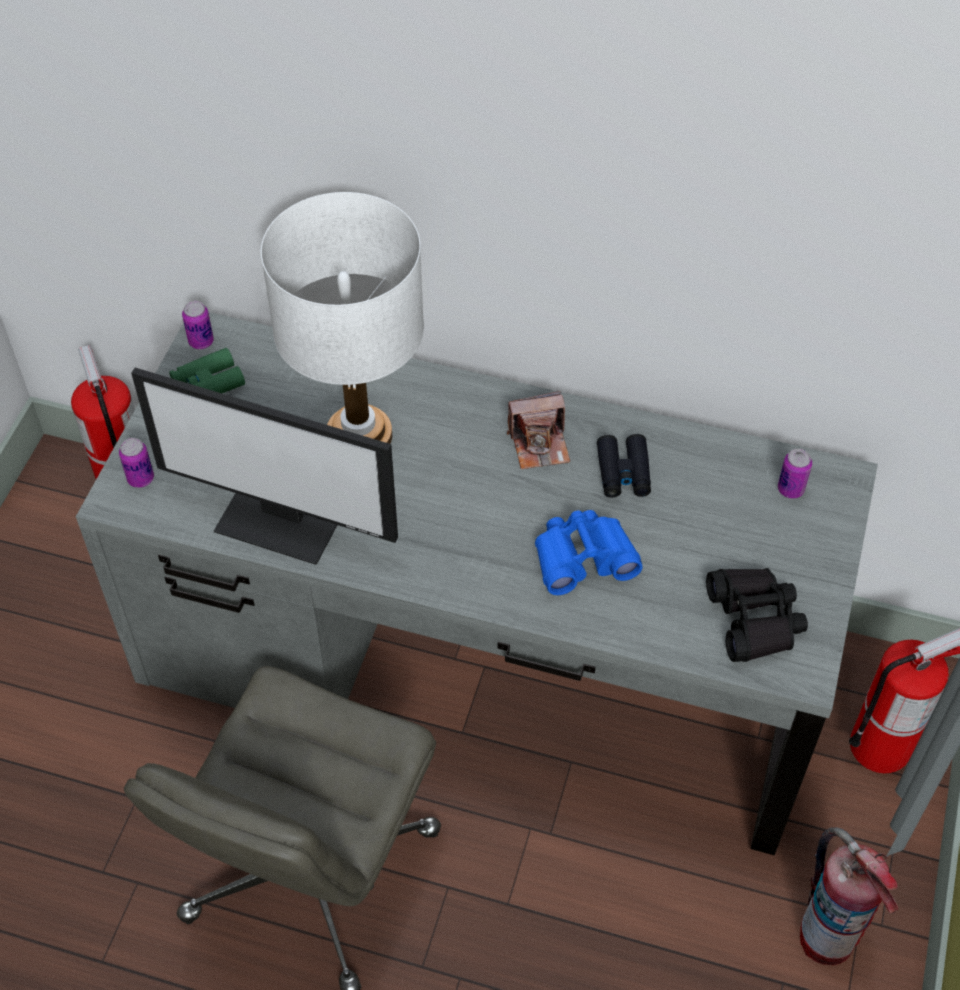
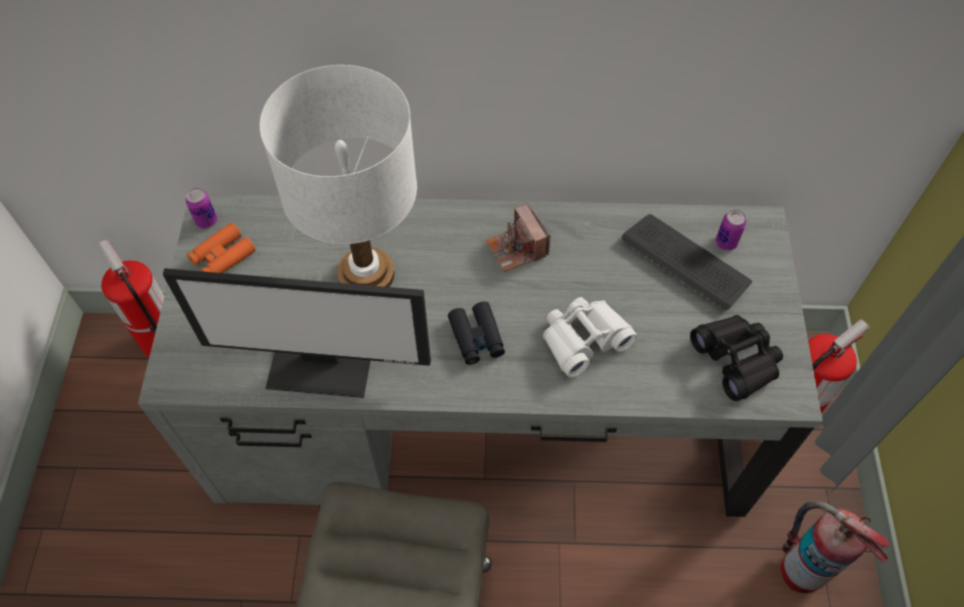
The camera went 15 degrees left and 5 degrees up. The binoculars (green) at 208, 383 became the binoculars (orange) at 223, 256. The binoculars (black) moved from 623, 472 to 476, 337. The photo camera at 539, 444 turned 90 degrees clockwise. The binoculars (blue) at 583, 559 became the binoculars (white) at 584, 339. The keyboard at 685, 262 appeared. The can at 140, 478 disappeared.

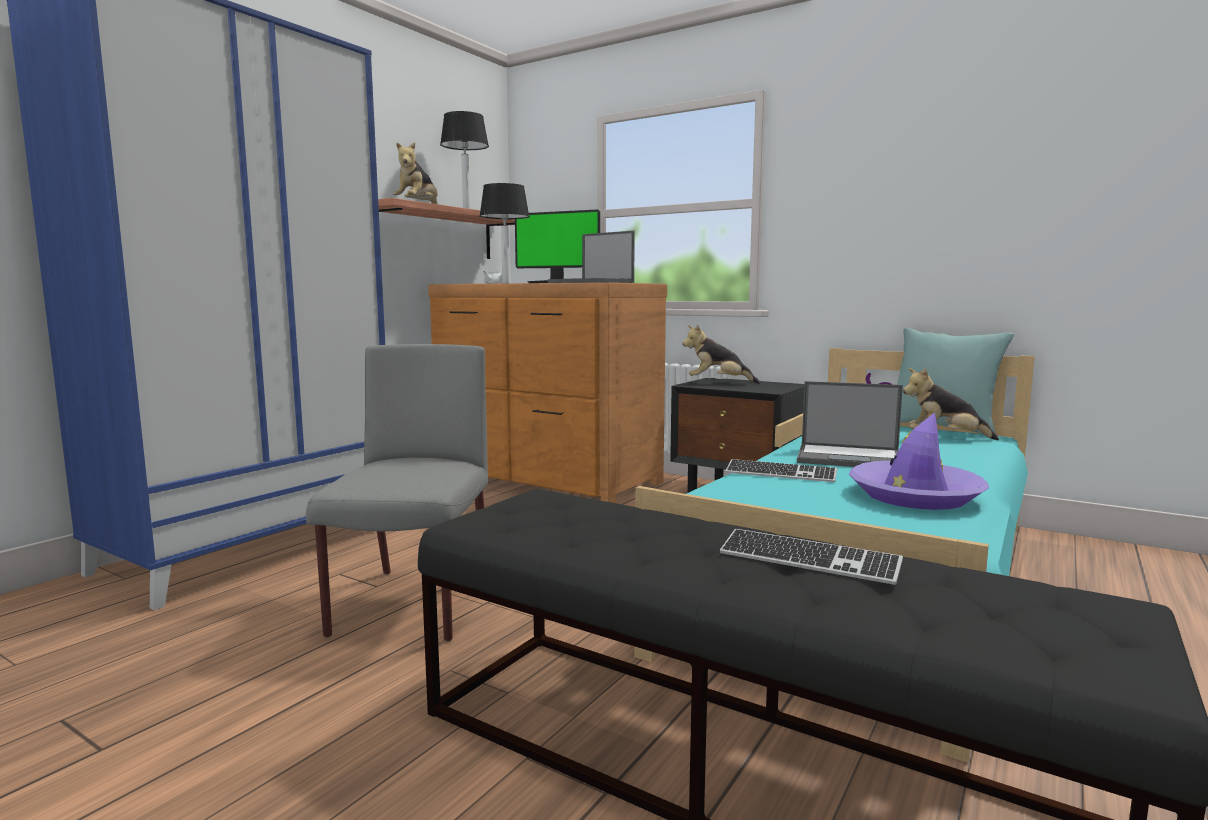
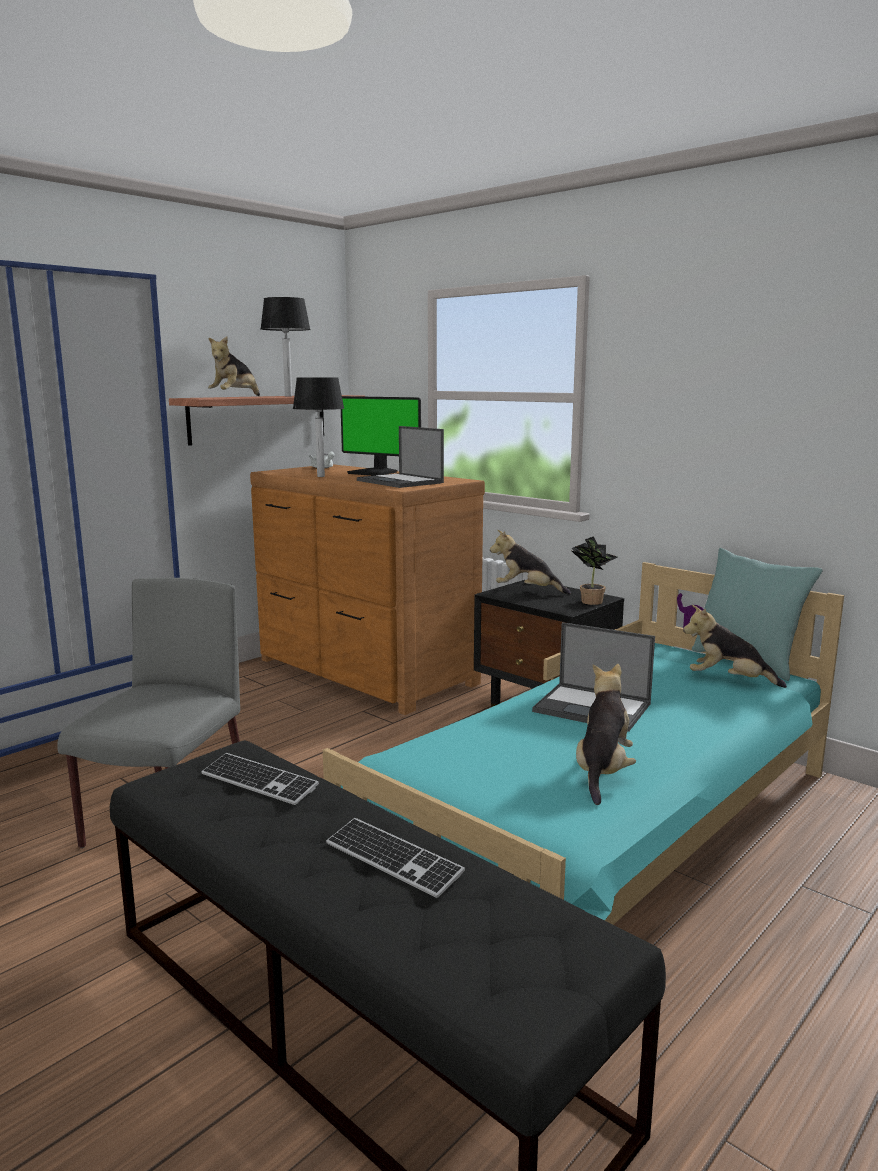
The camera went 10 degrees right and 5 degrees up. The keyboard moved from 780, 474 to 259, 781. The potted plant at 590, 601 appeared. The hat (purple) at 915, 496 was replaced by the plush toy at 602, 771.

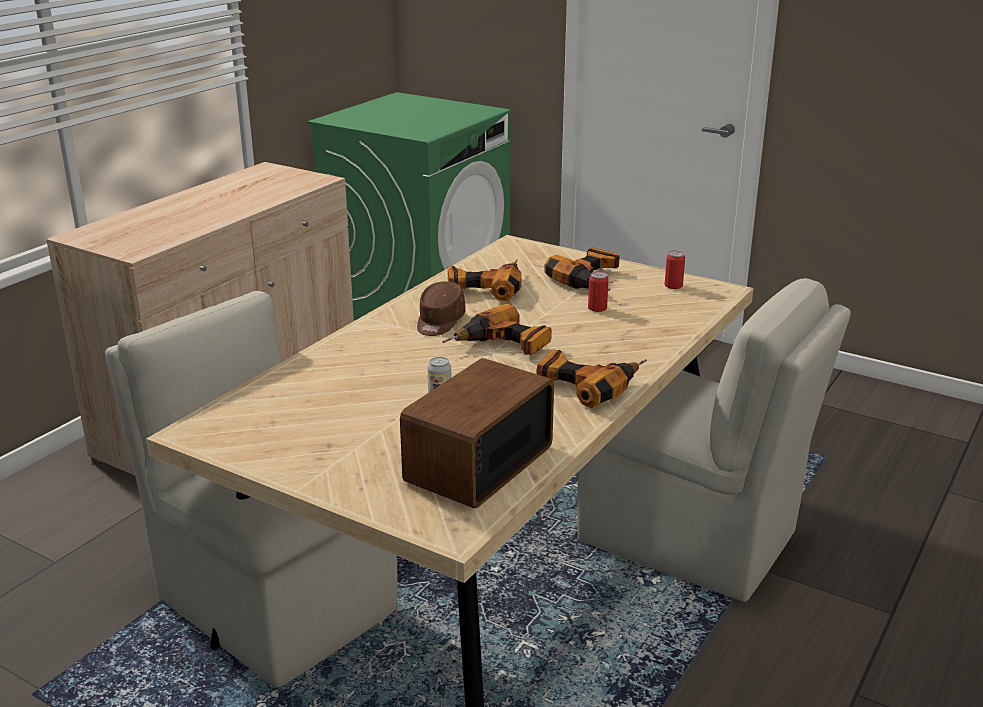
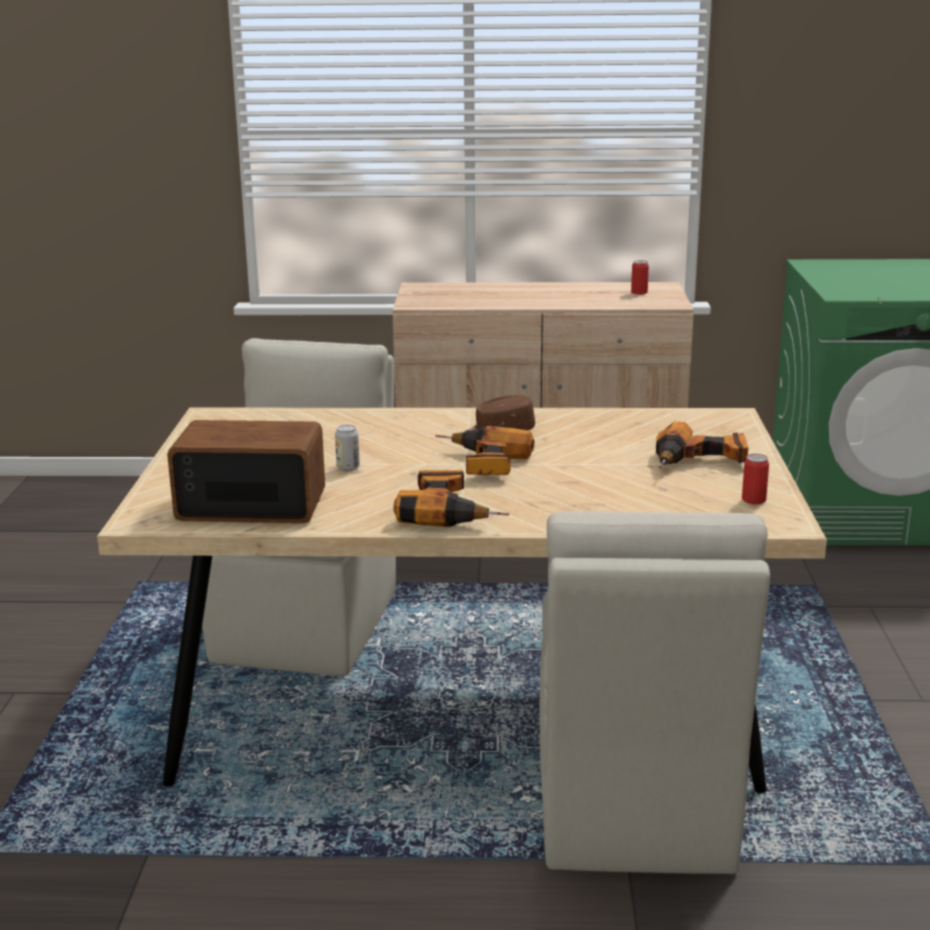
The camera went 60 degrees right and 5 degrees down. The can moved from 597, 308 to 639, 292. The power drill at 484, 287 disappeared.

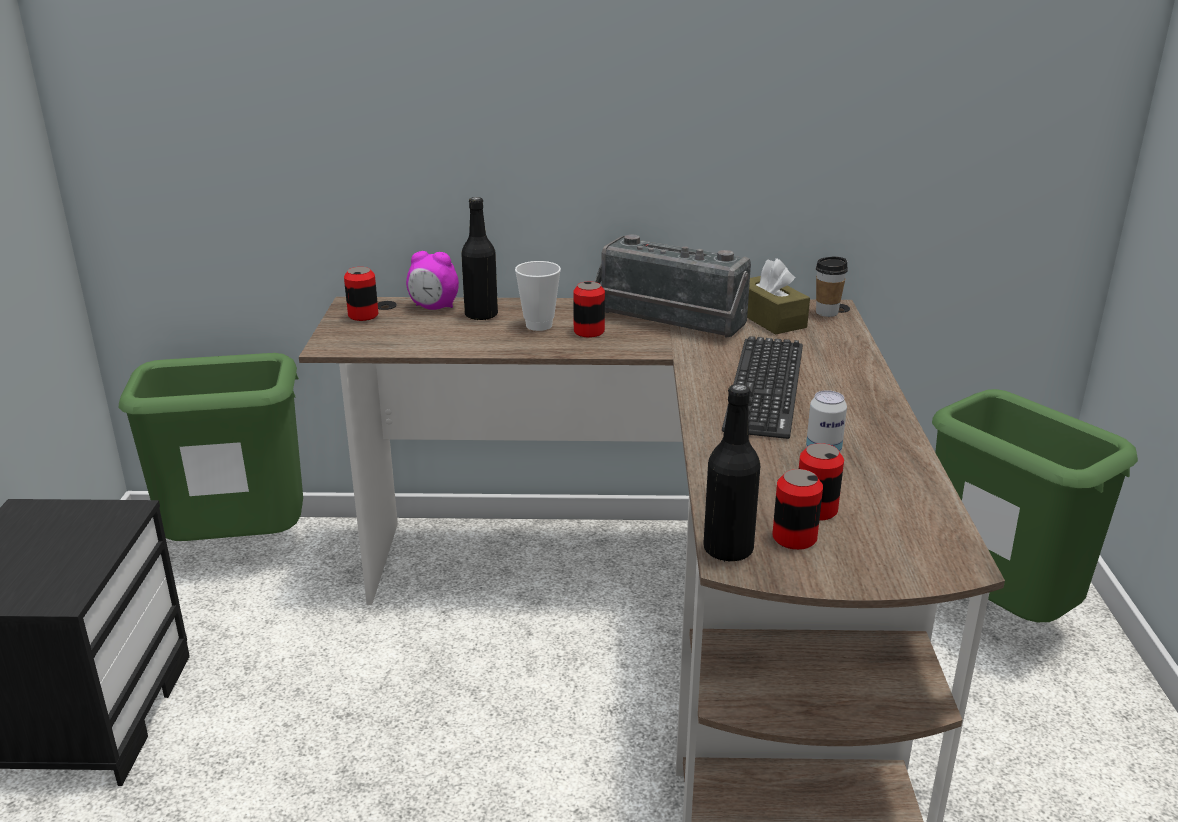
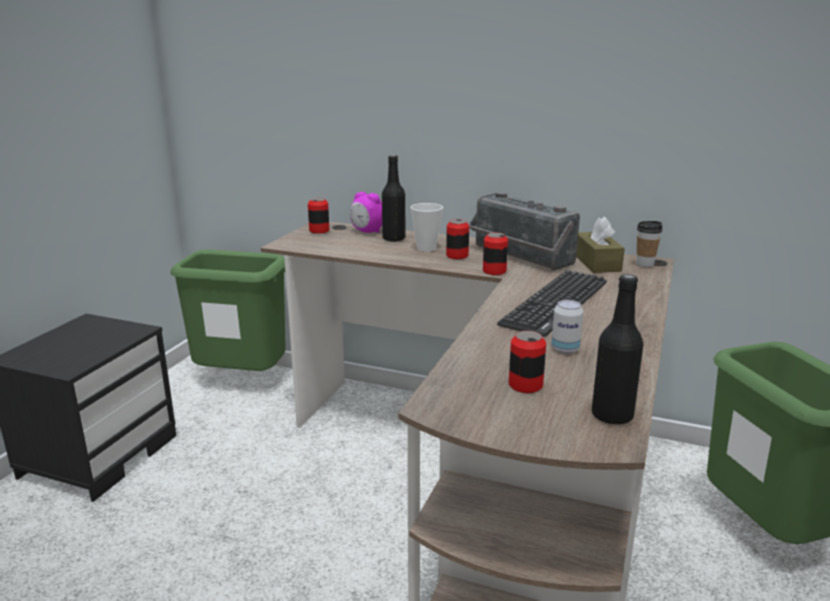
The camera went 20 degrees right and 5 degrees down. The can moved from 794, 538 to 494, 271. The bottle (black) moved from 728, 550 to 612, 415.

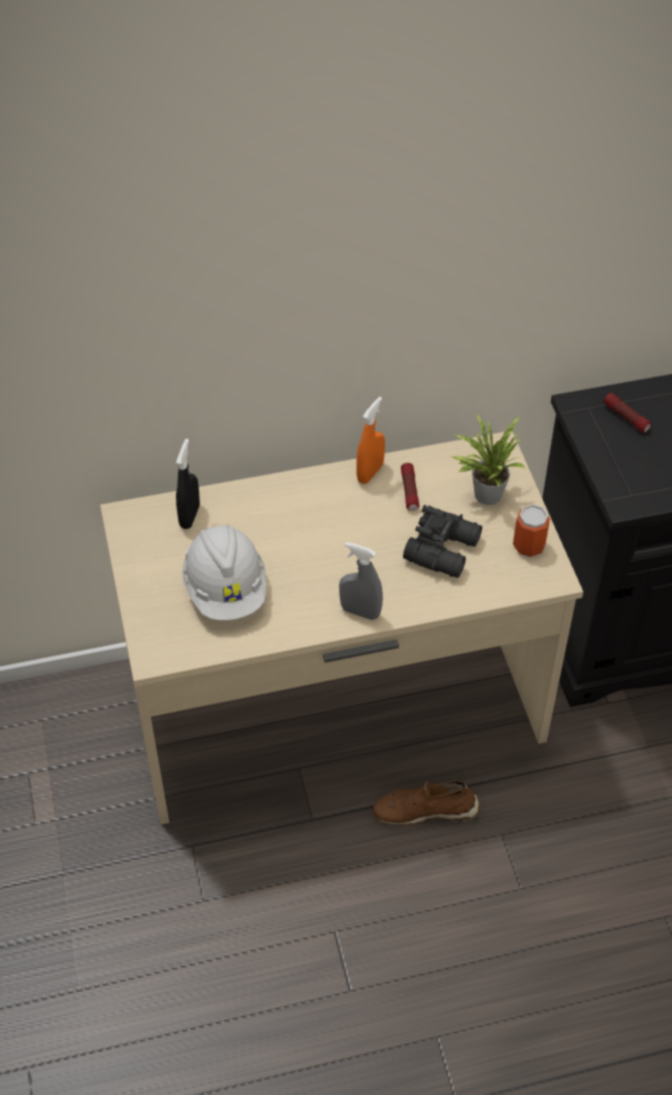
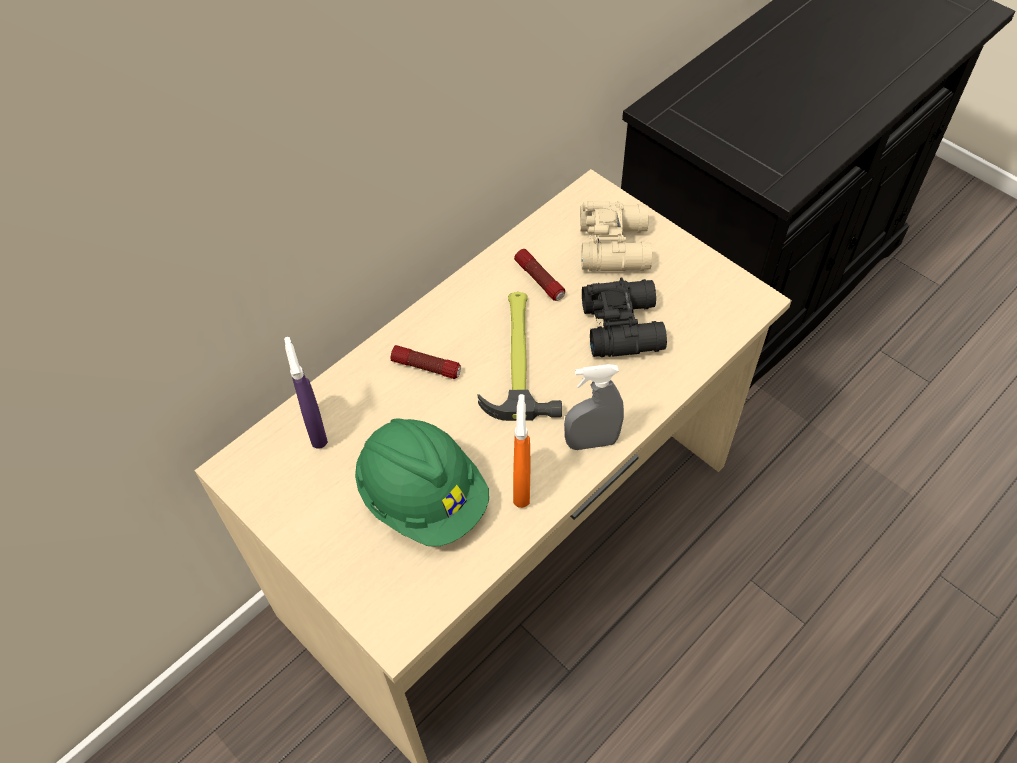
The camera went 30 degrees left and 5 degrees up. The spray bottle (black) at 189, 516 became the spray bottle (purple) at 316, 429. The hard hat (white) at 226, 590 became the hard hat (green) at 423, 497. The flashlight moved from 626, 417 to 426, 367. The hammer at 519, 357 appeared. The spray bottle (orange) moved from 370, 473 to 522, 486. The potted plant at 484, 493 was replaced by the binoculars (beige) at 616, 245. The shoe (brown) at 425, 810 disappeared. The can at 528, 546 disappeared.

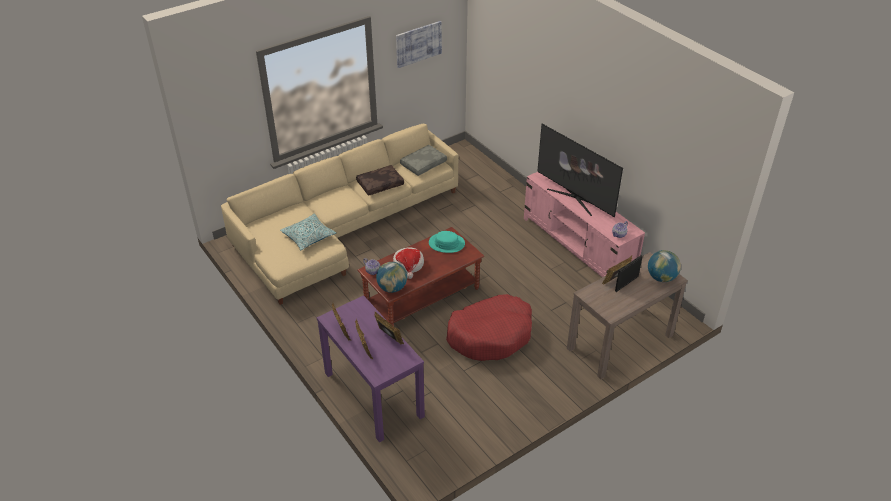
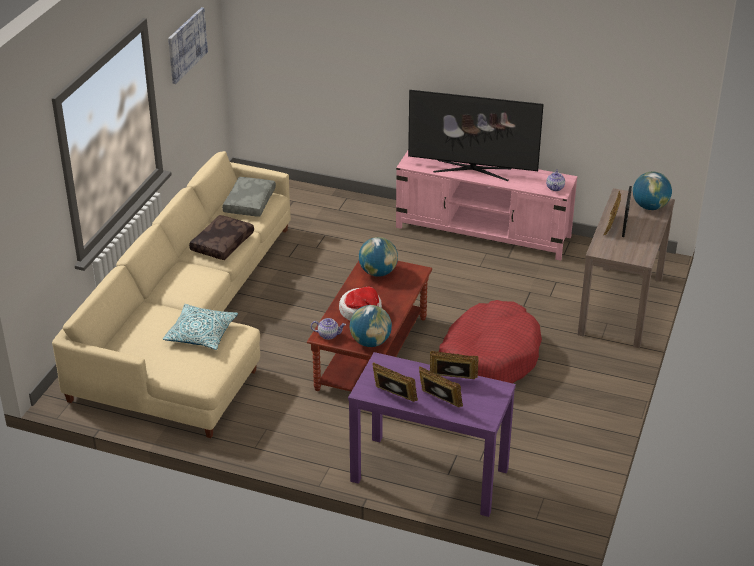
The camera went 35 degrees left and 5 degrees down. The hat (turquoise) at 446, 243 was replaced by the globe at 378, 272.

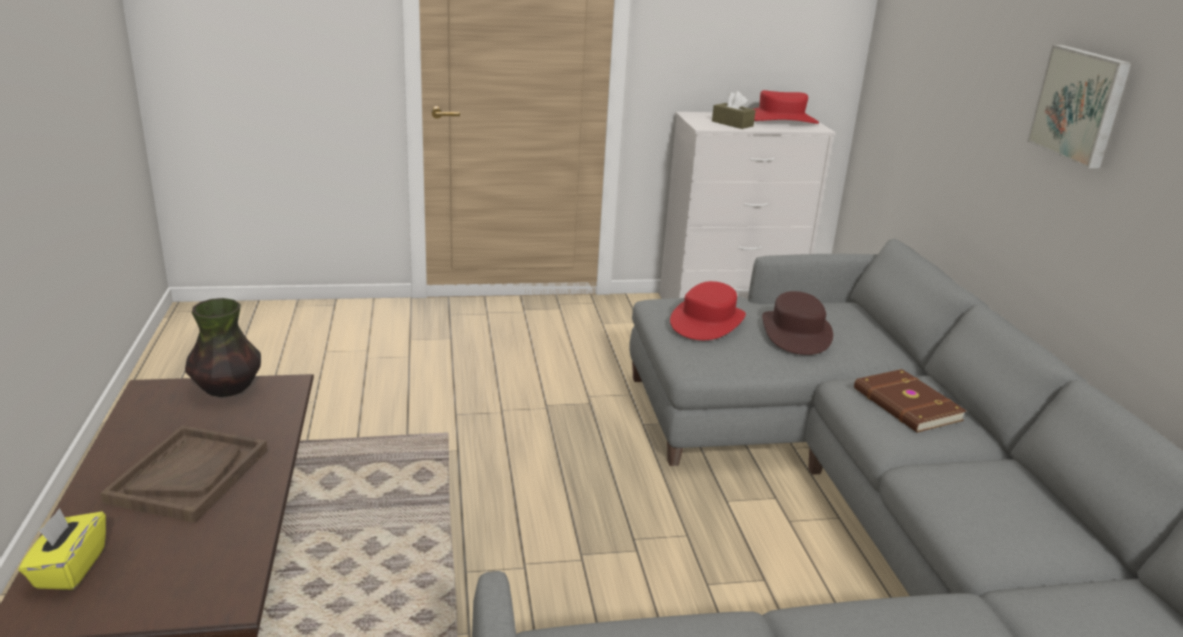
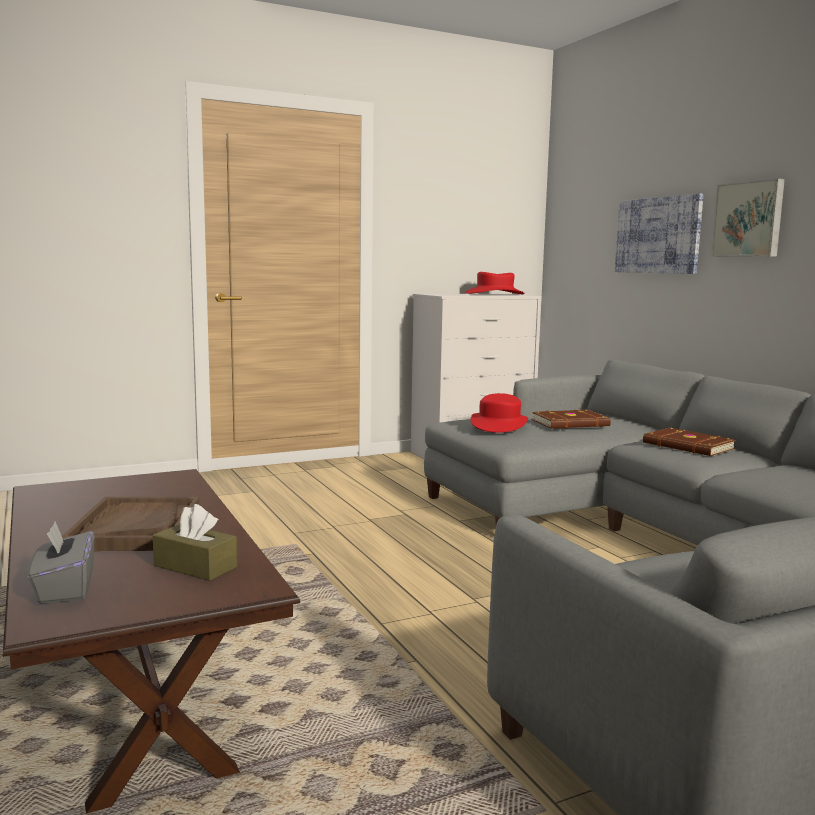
The camera went 15 degrees left and 15 degrees down. The tissue box (yellow) at 69, 568 became the tissue box (grey) at 64, 589. The tissue box (brown) moved from 732, 123 to 195, 566. The hat (brown) at 796, 333 was replaced by the book (brown) at 571, 423. The picture at 658, 235 appeared. The vase at 227, 389 disappeared.

